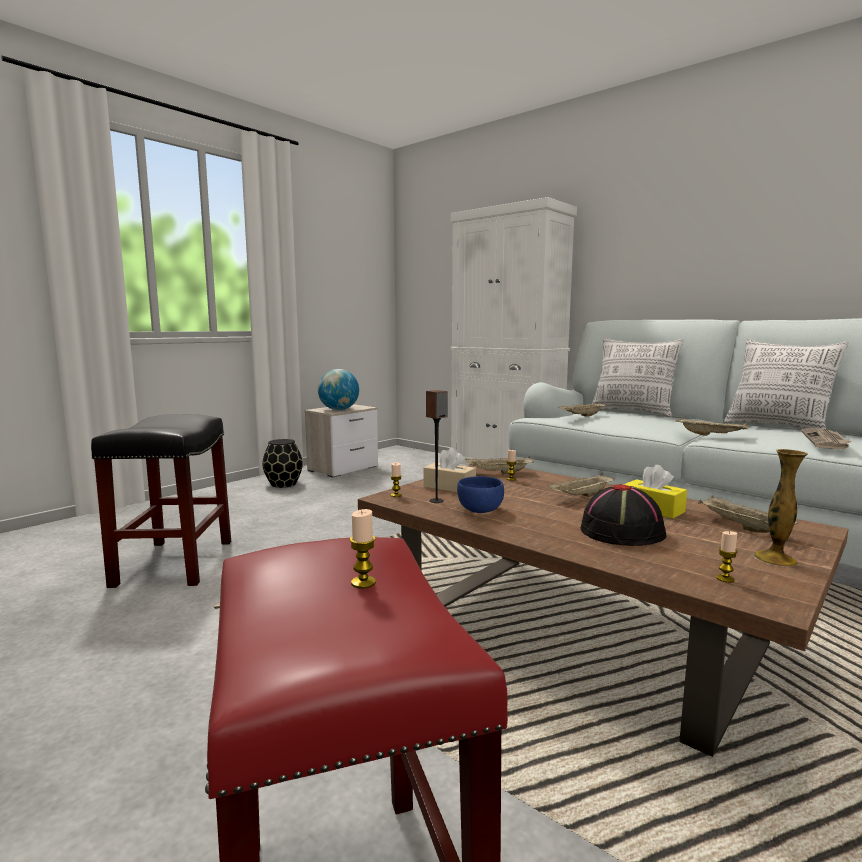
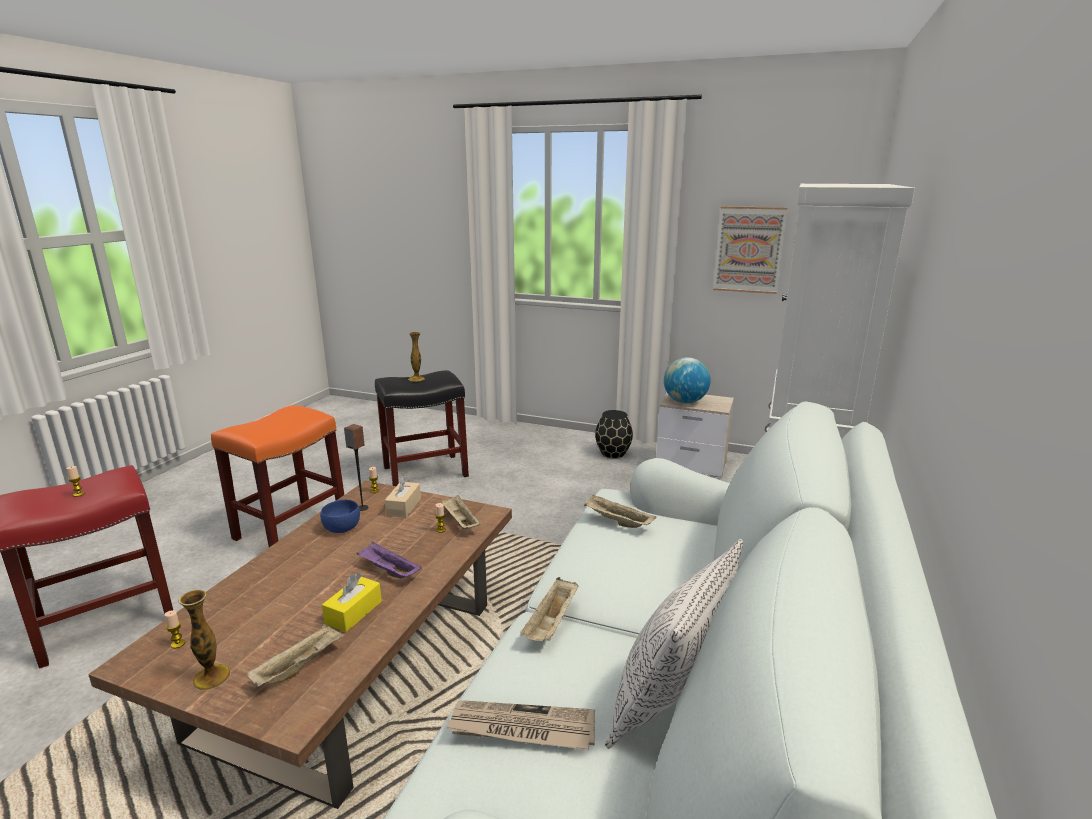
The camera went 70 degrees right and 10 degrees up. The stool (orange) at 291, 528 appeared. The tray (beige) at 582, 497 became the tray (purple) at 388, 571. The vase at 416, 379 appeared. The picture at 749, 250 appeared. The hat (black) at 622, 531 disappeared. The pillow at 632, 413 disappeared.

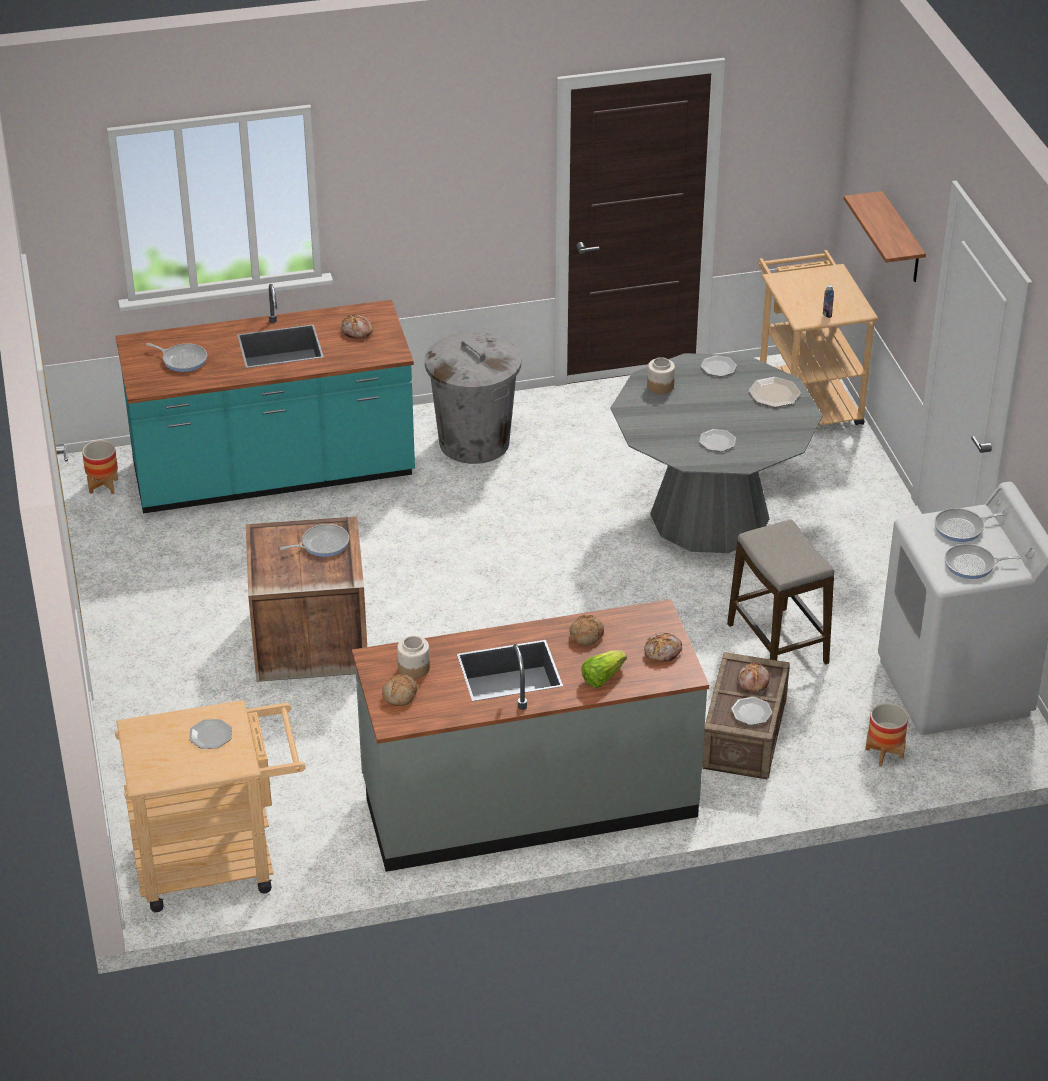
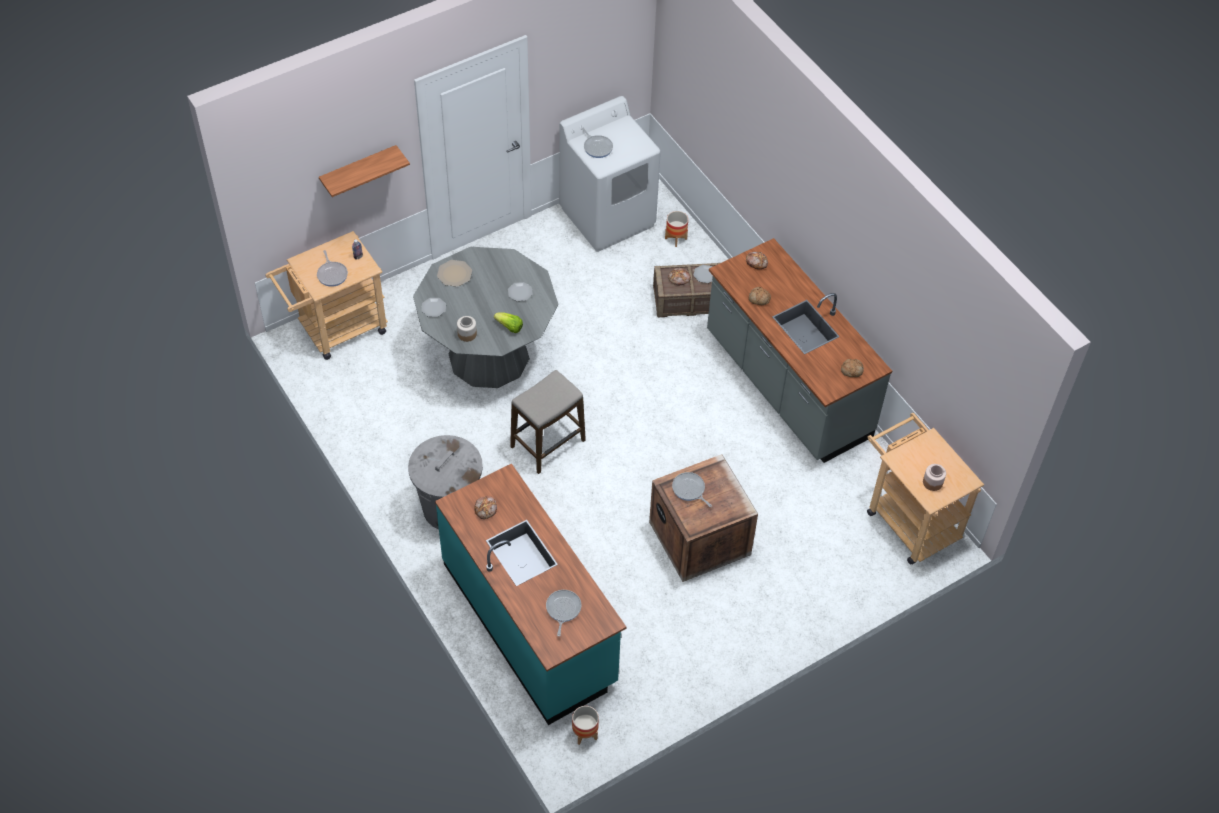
The camera went 110 degrees left and 15 degrees up. The frying pan moved from 972, 565 to 332, 274. The lettuce moved from 602, 677 to 509, 327. The stool moved from 777, 644 to 548, 444. The jar moved from 414, 668 to 932, 482. The plate at 211, 735 disappeared.

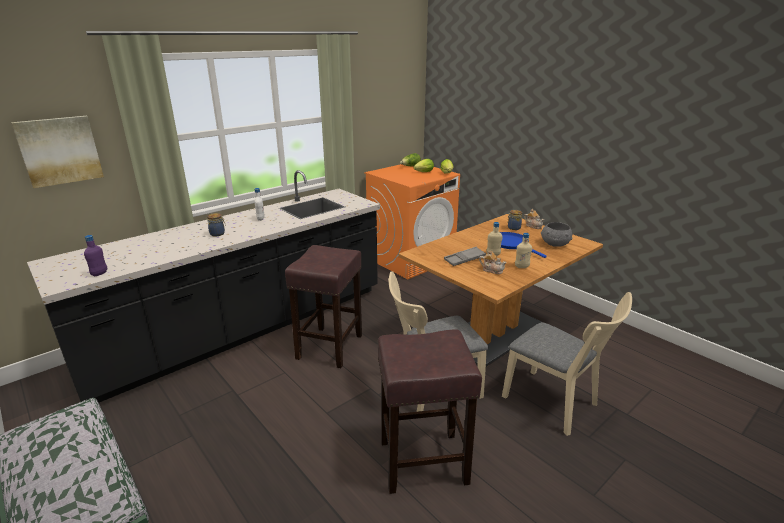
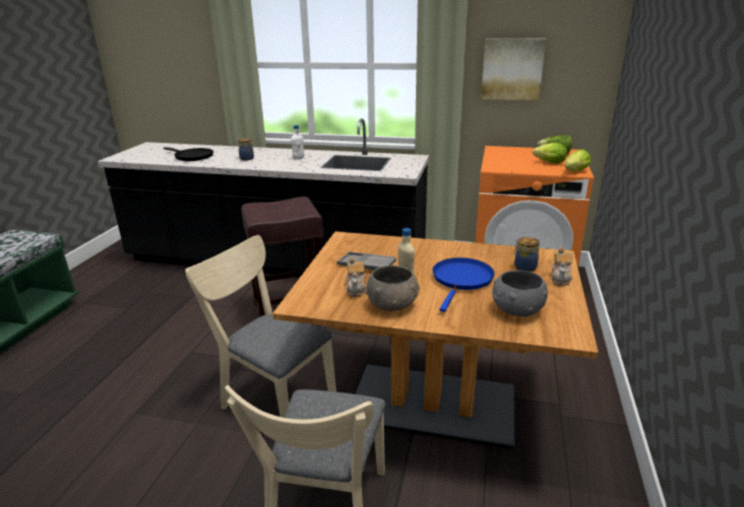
The camera went 55 degrees right and 0 degrees up. The frying pan (black) at 192, 157 appeared. The bottle (beige) at 521, 267 was replaced by the bowl (grey) at 393, 304. The picture moved from 59, 150 to 512, 69. The bottle (purple) at 99, 274 disappeared. The stool (brown) at 421, 462 disappeared.

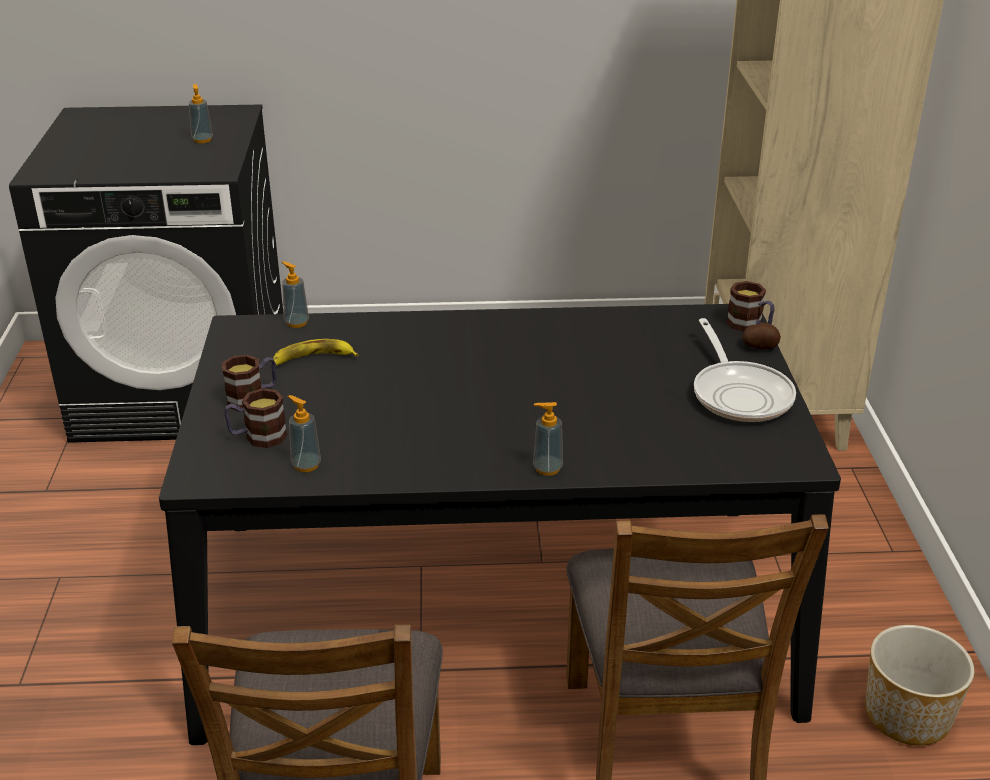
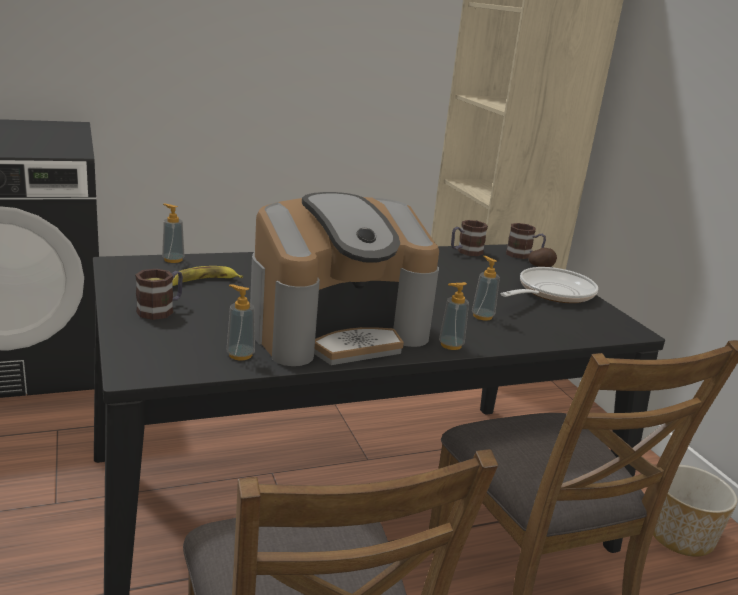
The camera went 20 degrees left and 10 degrees down. The coffee machine at 338, 330 appeared. The mug moved from 257, 437 to 465, 252. The soap dispenser moved from 202, 140 to 482, 316. The frying pan at 739, 394 turned 105 degrees counterclockwise.

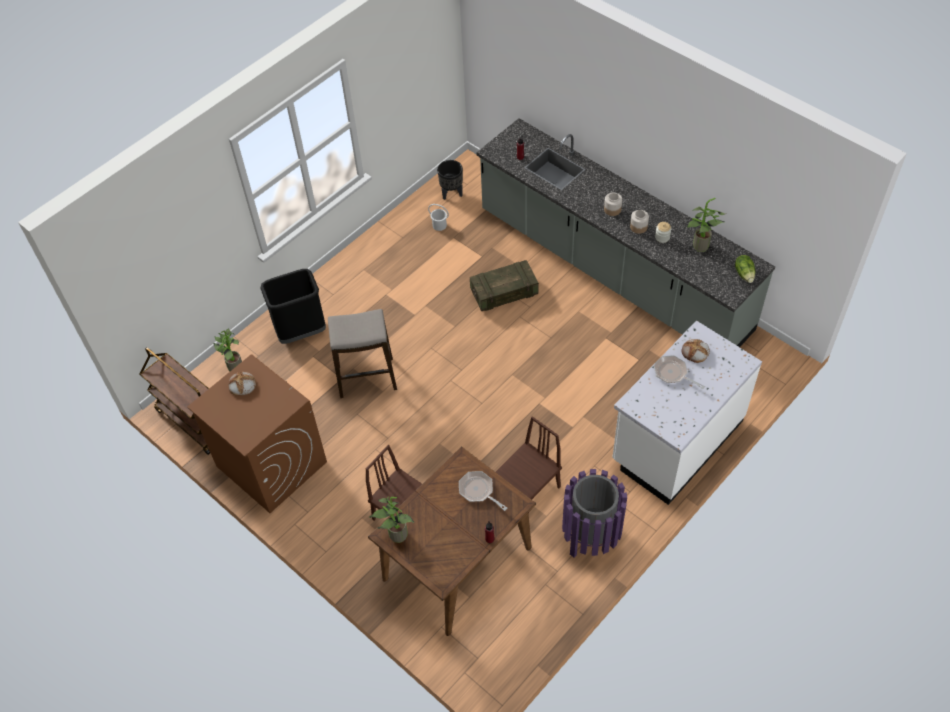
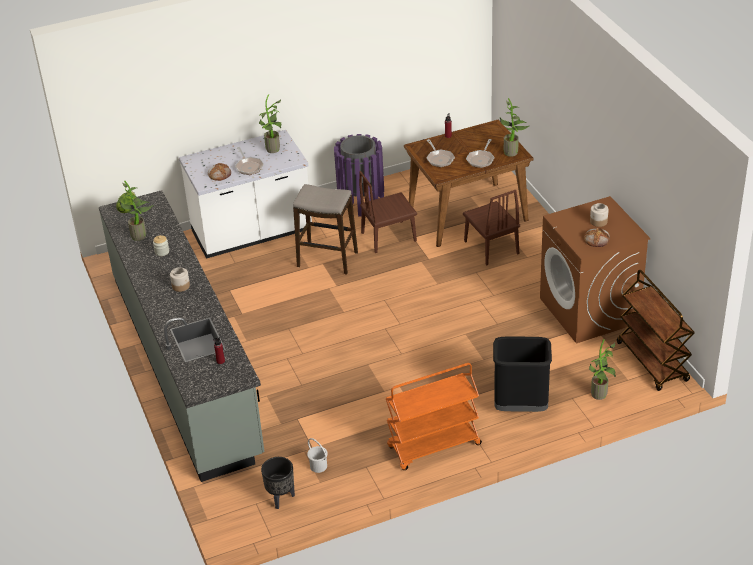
The camera went 155 degrees left and 15 degrees down. The potted plant at 274, 150 appeared. The stool moved from 367, 378 to 327, 259. The cart (orange) at 433, 446 appeared. The frying pan at 481, 159 appeared. The jar moved from 638, 227 to 598, 221. The crate at 504, 293 disappeared.

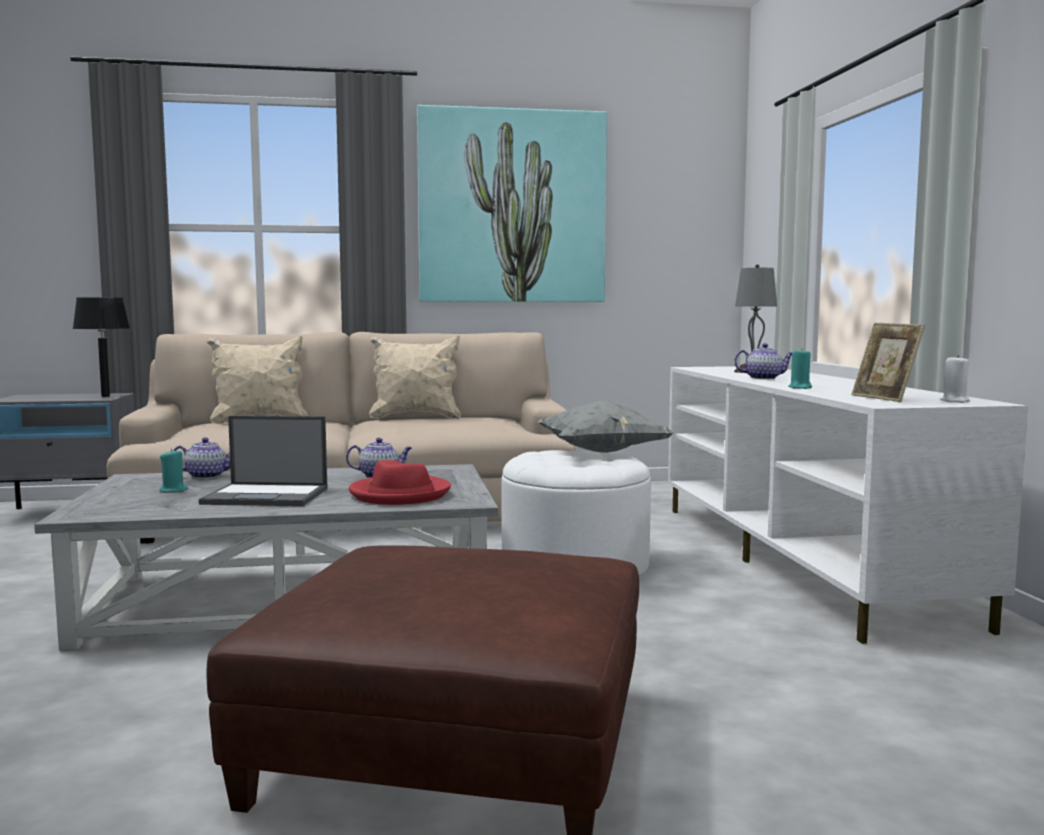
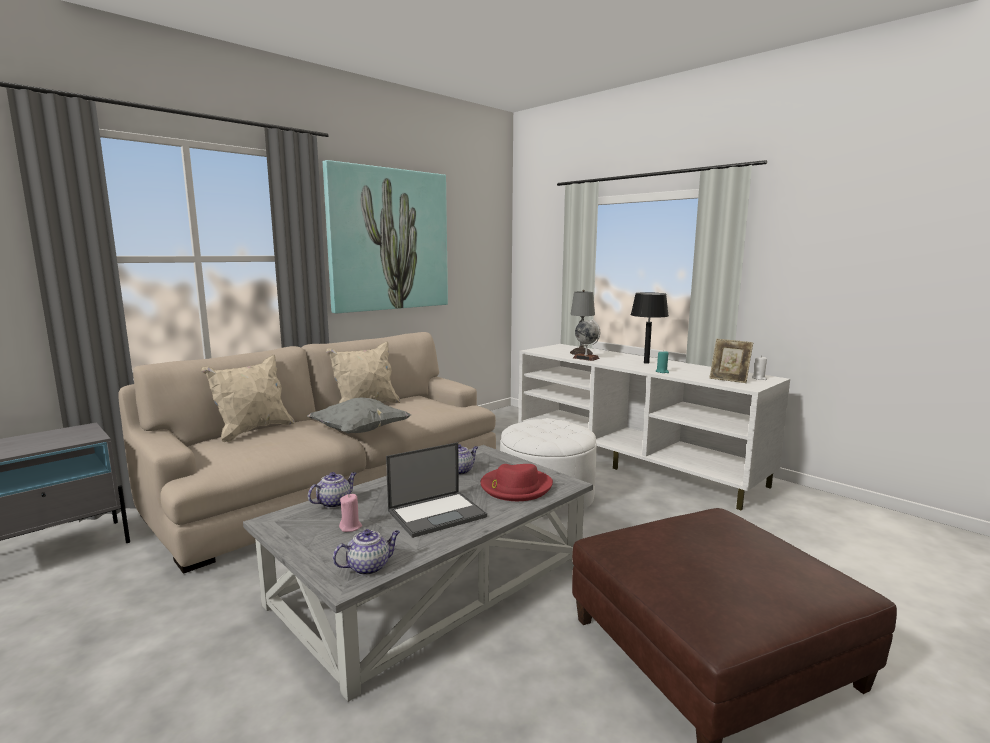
The camera went 35 degrees left and 5 degrees up. The pillow (grey) moved from 602, 452 to 359, 432. The teapot moved from 764, 378 to 369, 567. The candle (turquoise) at 174, 490 became the candle (pink) at 350, 527. The globe at 586, 358 appeared. The table lamp (black) moved from 106, 396 to 646, 363.

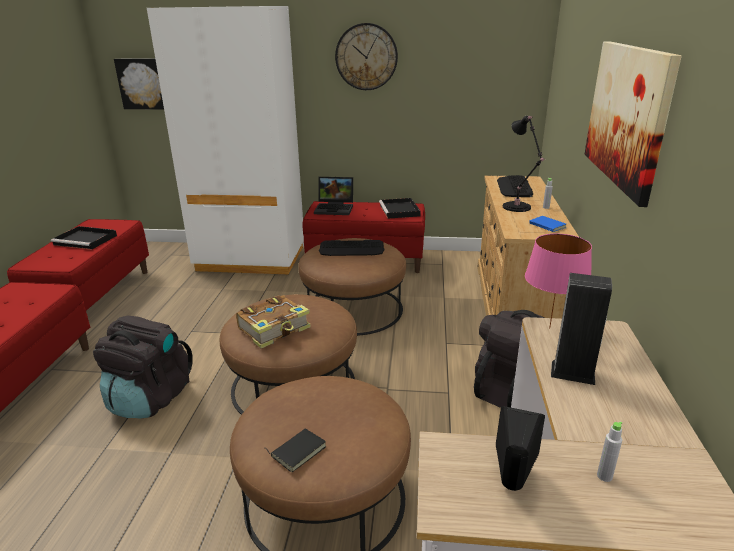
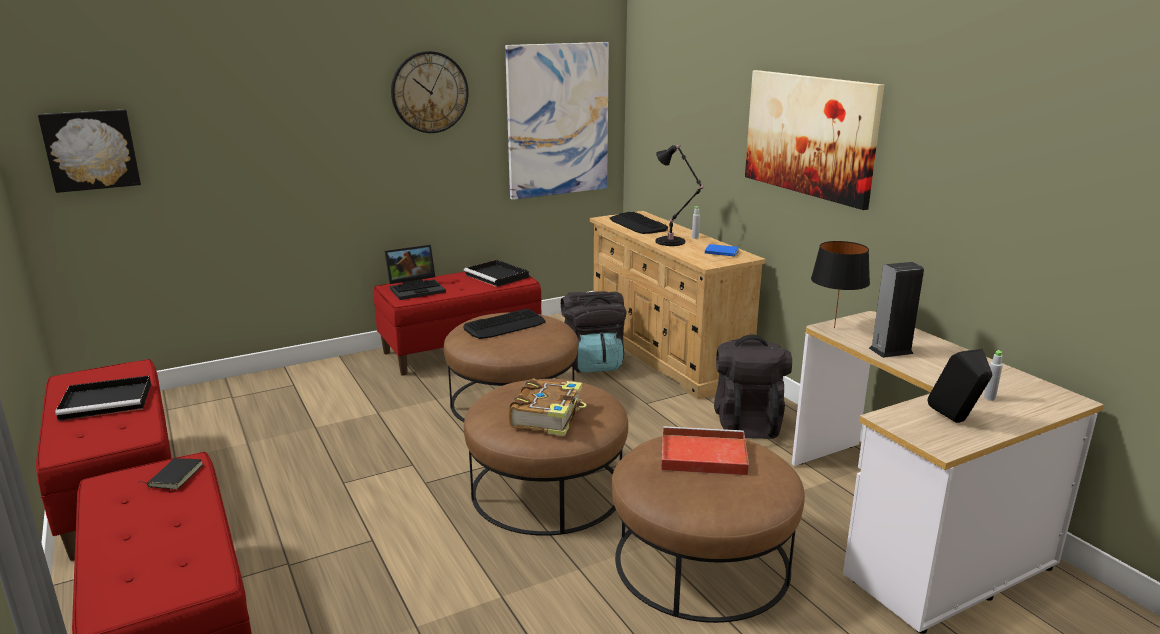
The camera went 35 degrees left and 5 degrees down. The book (black) moved from 297, 451 to 174, 476. The picture at 557, 120 appeared. The backpack (black) moved from 150, 398 to 593, 364. The tray (red) at 701, 455 appeared. The table lamp (pink) at 550, 328 became the table lamp (black) at 835, 328. The wardrobe (white) at 251, 259 disappeared.

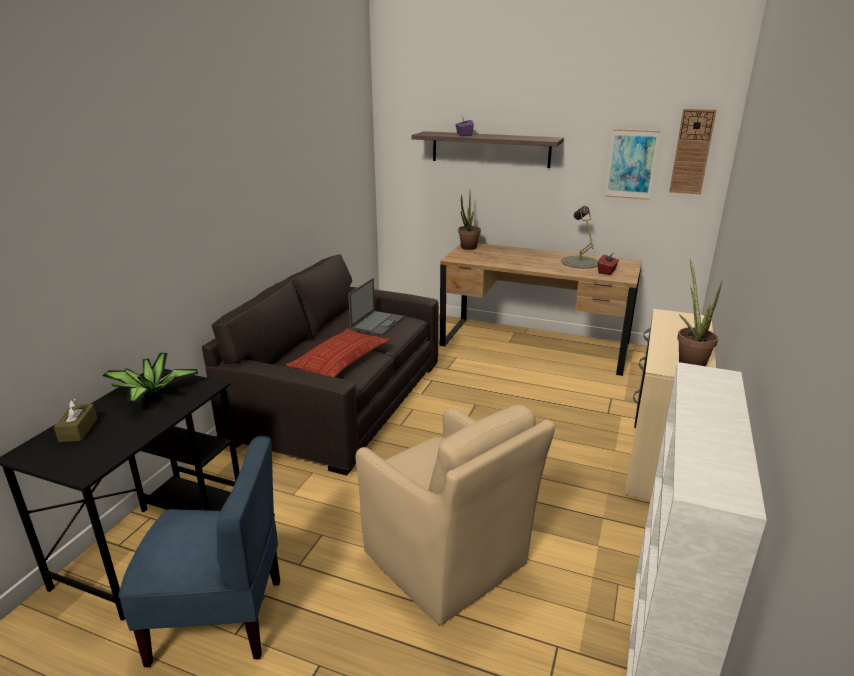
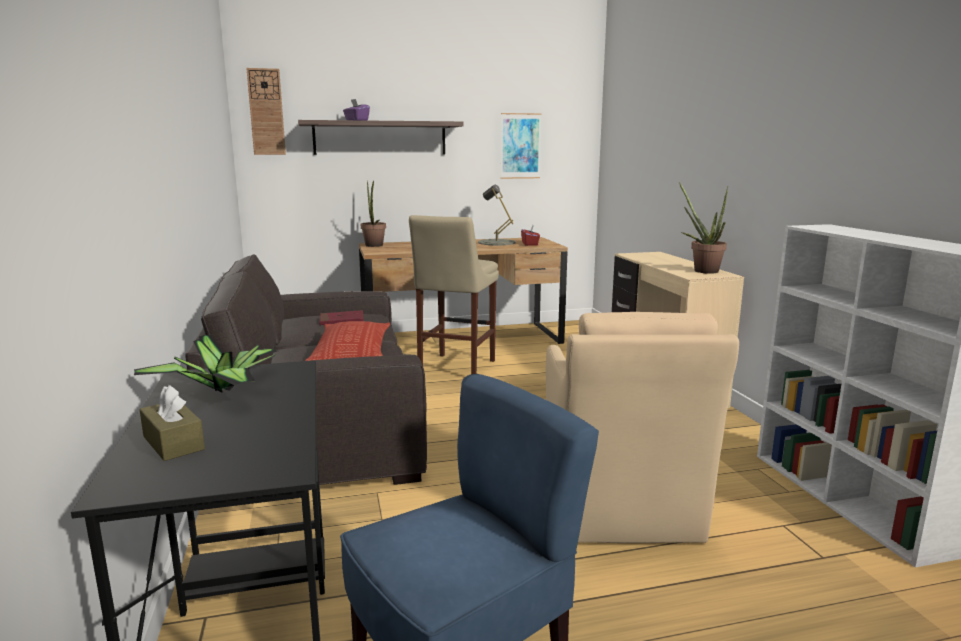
The camera went 35 degrees left and 10 degrees down. The wall clock moved from 692, 152 to 266, 112. The laptop at 377, 323 was replaced by the book (red) at 342, 320. The stool (beige) at 455, 368 appeared. The armchair (beige) at 447, 562 turned 75 degrees clockwise.

